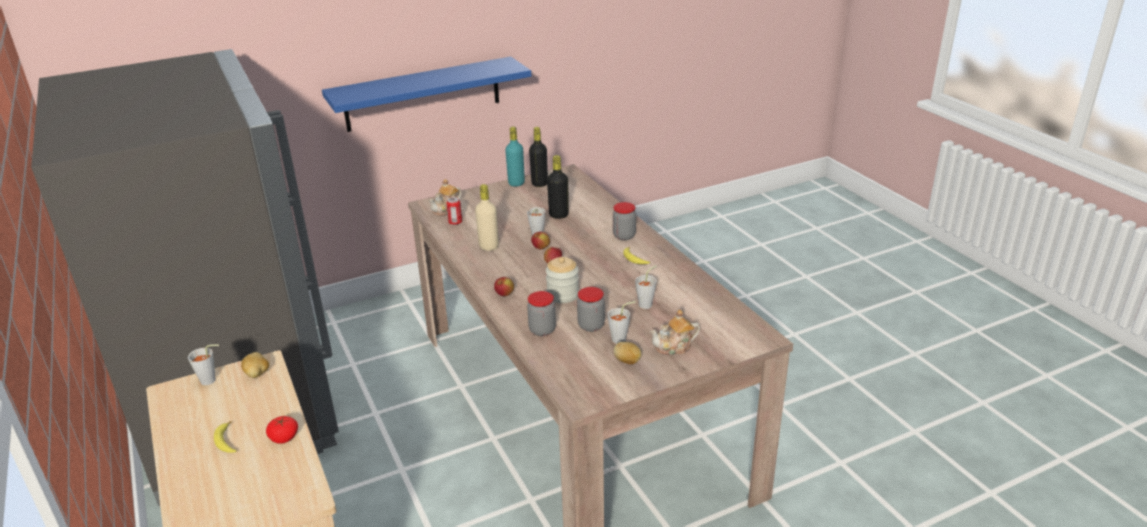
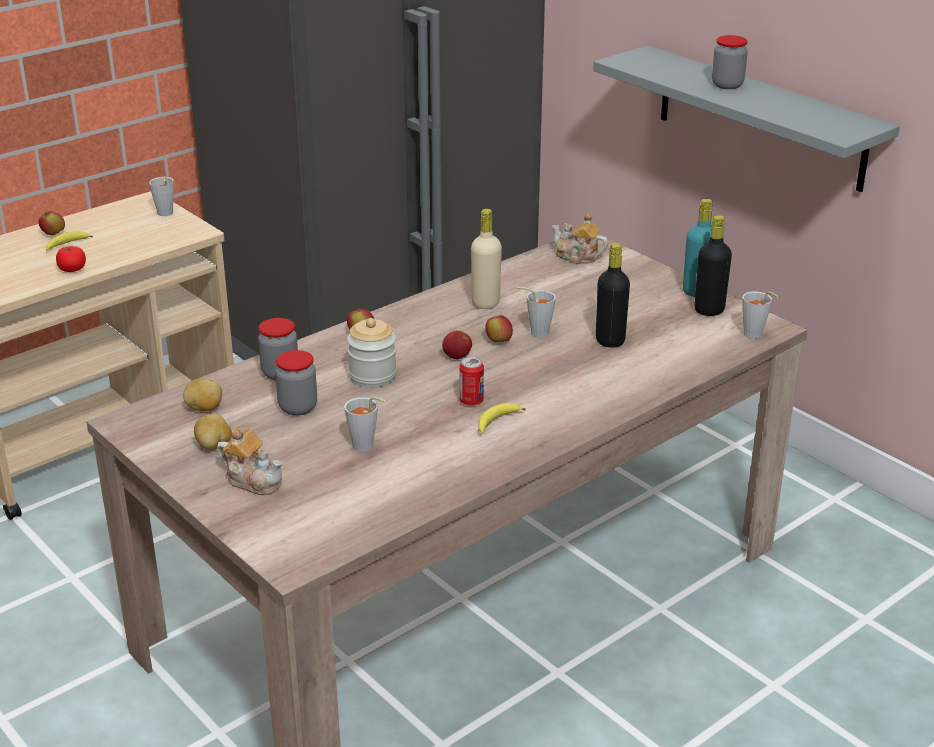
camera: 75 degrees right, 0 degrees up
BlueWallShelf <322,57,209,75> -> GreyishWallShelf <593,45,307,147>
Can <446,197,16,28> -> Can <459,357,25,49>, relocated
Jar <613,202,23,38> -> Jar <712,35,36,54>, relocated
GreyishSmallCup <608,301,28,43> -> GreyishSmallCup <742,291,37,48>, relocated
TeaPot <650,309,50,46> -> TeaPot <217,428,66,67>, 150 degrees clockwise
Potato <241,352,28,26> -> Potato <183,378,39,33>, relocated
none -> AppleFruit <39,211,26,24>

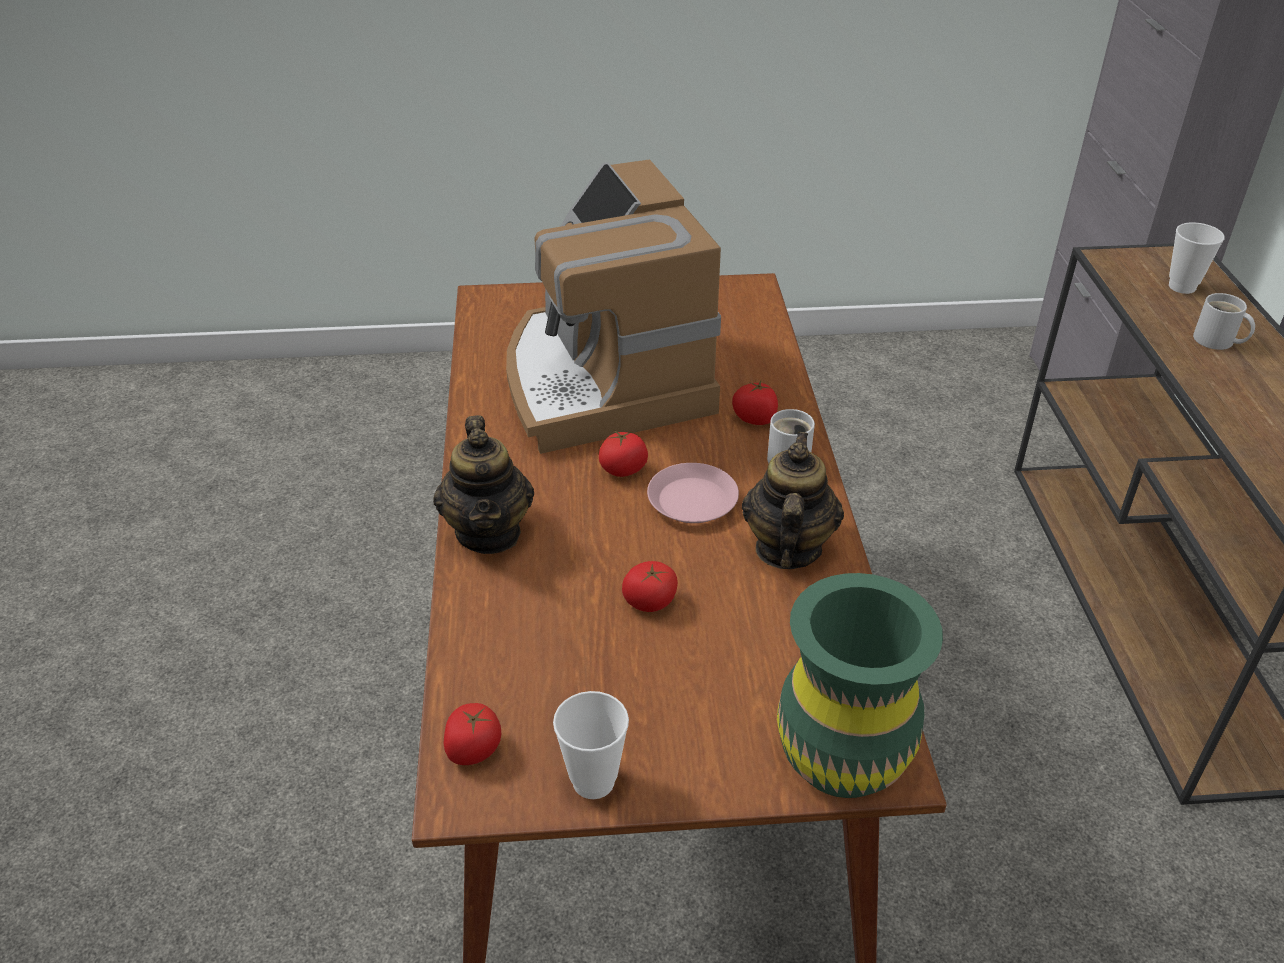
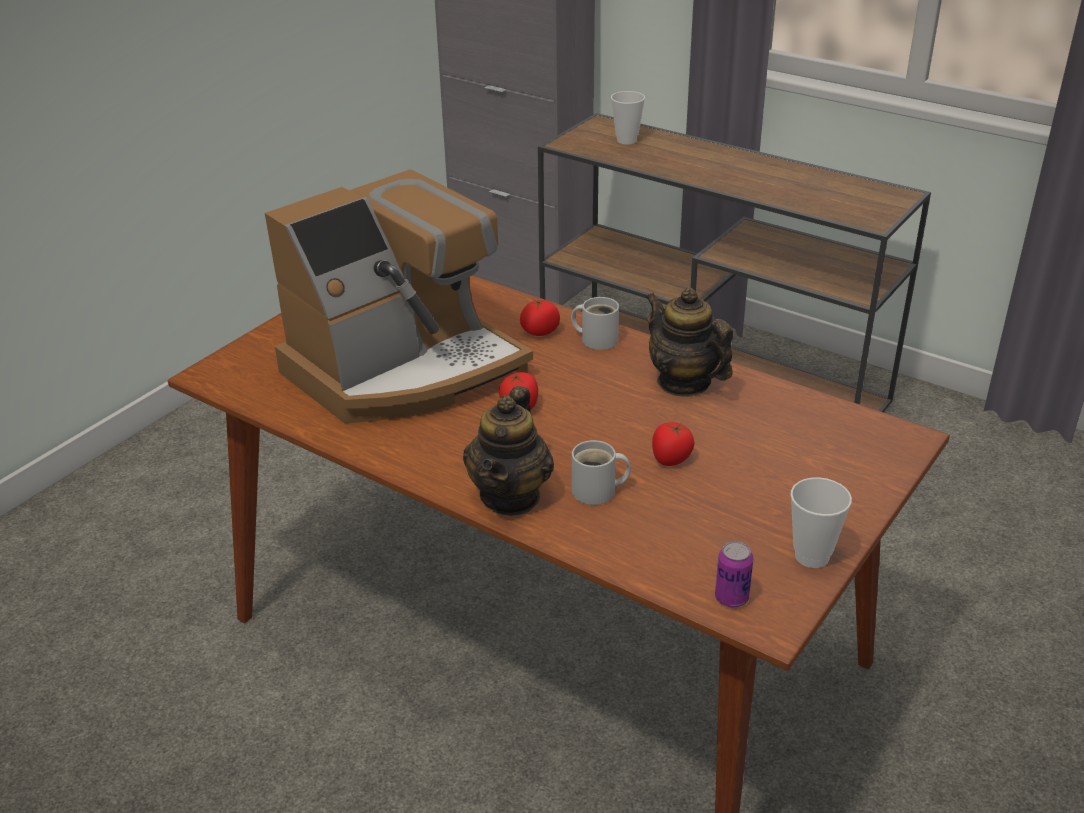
camera: 50 degrees left, 5 degrees down
CoffeeBrewer <506,159,215,295> -> CoffeeBrewer <265,169,268,254>, 60 degrees counterclockwise
WhiteColouredCoffeeMug <1193,293,62,57> -> WhiteColouredCoffeeMug <572,440,59,65>, relocated
TeaPot <433,415,101,139> -> TeaPot <463,386,91,129>, 75 degrees clockwise
PinkDinnerPlate <647,463,92,60> -> none
GreenColouredFlowerVase <777,573,166,225> -> none
FreshTomato <443,703,58,62> -> Can <715,541,38,66>

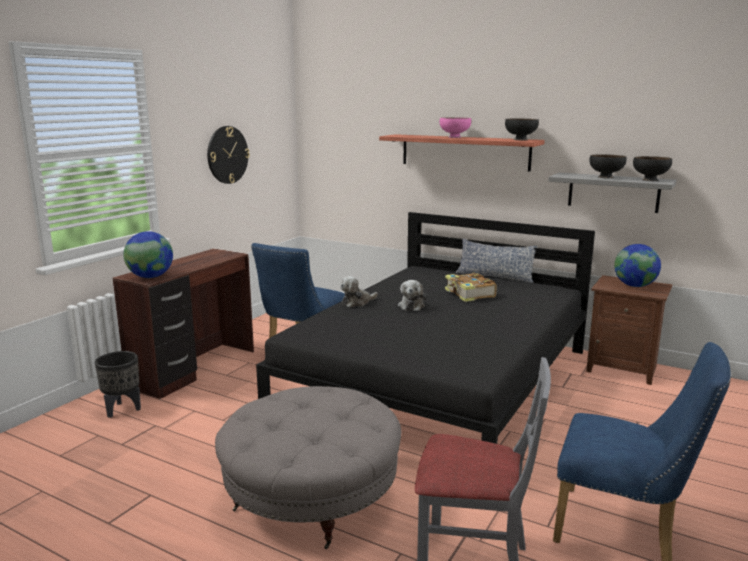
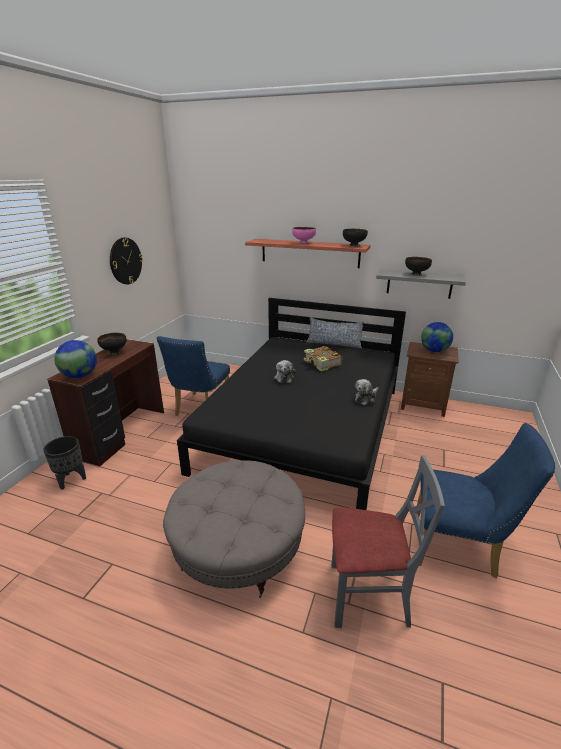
camera: 10 degrees left, 10 degrees up
BlackColouredDeepDish <633,156,39,25> -> BlackColouredDeepDish <97,333,29,22>, relocated
SoftToy <340,276,38,32> -> SoftToy <355,379,24,26>, relocated

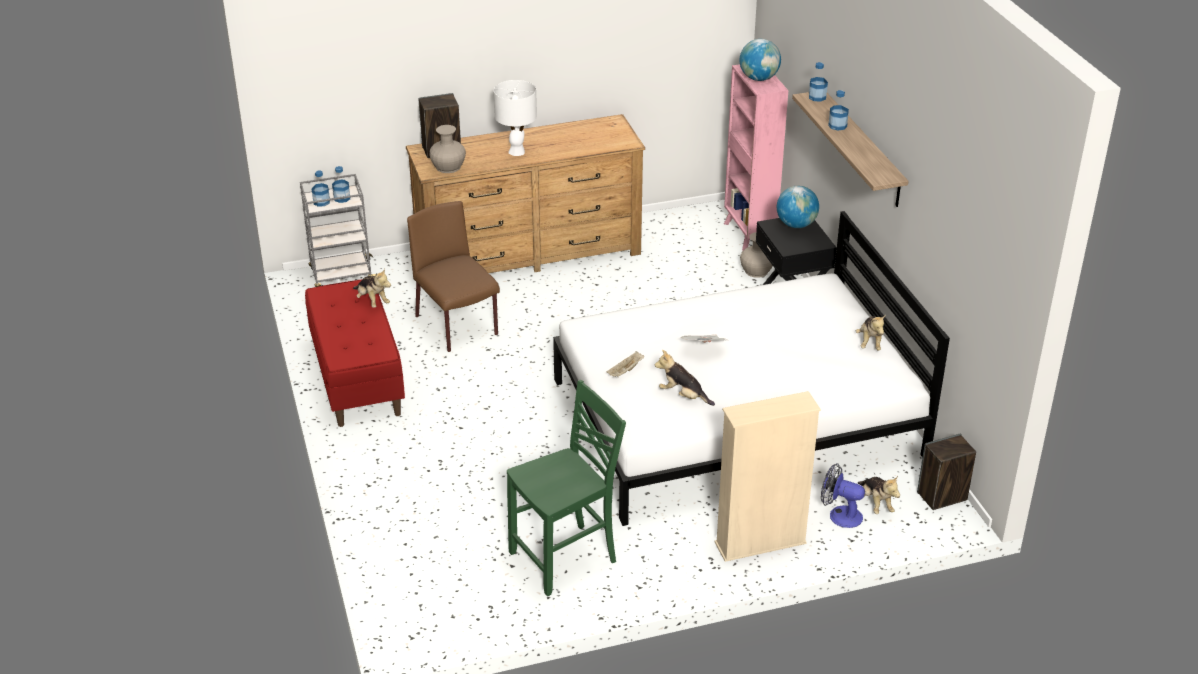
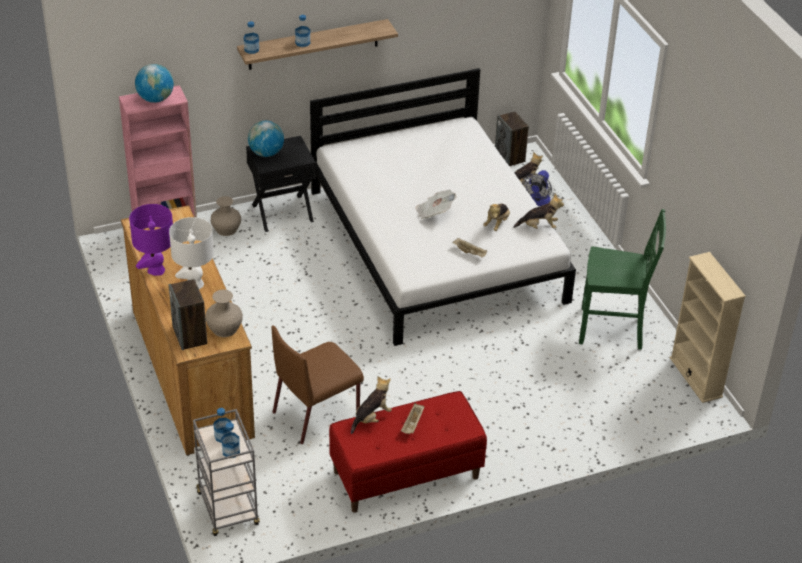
camera: 95 degrees left, 5 degrees up
SoftToy <856,315,30,36> -> SoftToy <513,193,51,36>, relocated
GreenColouredUprightChair <507,380,119,216> -> GreenColouredUprightChair <579,209,87,141>, 135 degrees clockwise
BeigeBookcase <714,391,107,171> -> BeigeBookcase <670,252,76,151>, relocated
none -> PurplishTabletopLamp <129,204,44,72>
none -> BeigeTray <401,403,23,31>

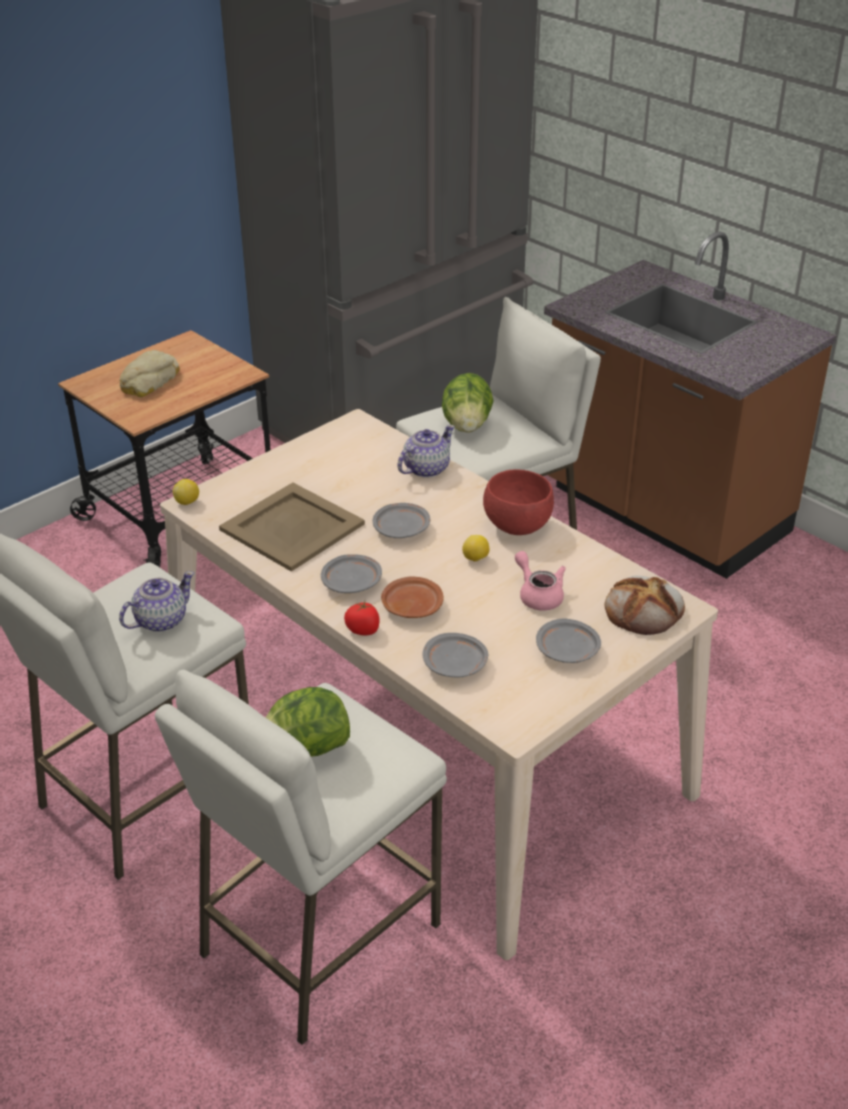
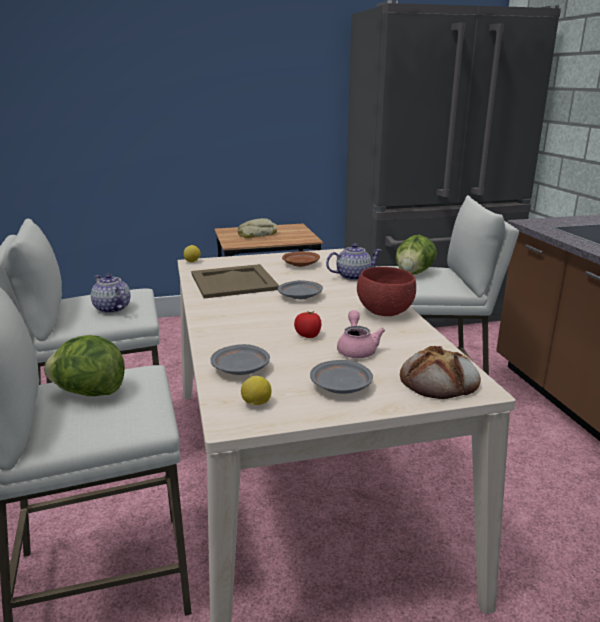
camera: 30 degrees right, 15 degrees down
Lemon <462,535,27,27> -> Lemon <241,376,30,29>, relocated
GreyishDinnerPlate <321,554,61,39> -> none
TeaPot <119,571,75,61> -> TeaPot <91,274,39,39>, 120 degrees counterclockwise
BrownDinnerPlate <381,576,63,42> -> BrownDinnerPlate <282,251,38,16>, relocated
FreshTomato <344,601,36,34> -> FreshTomato <294,311,28,27>, relocated

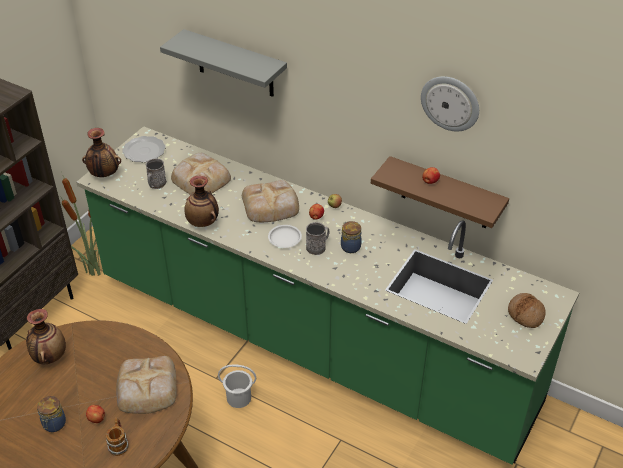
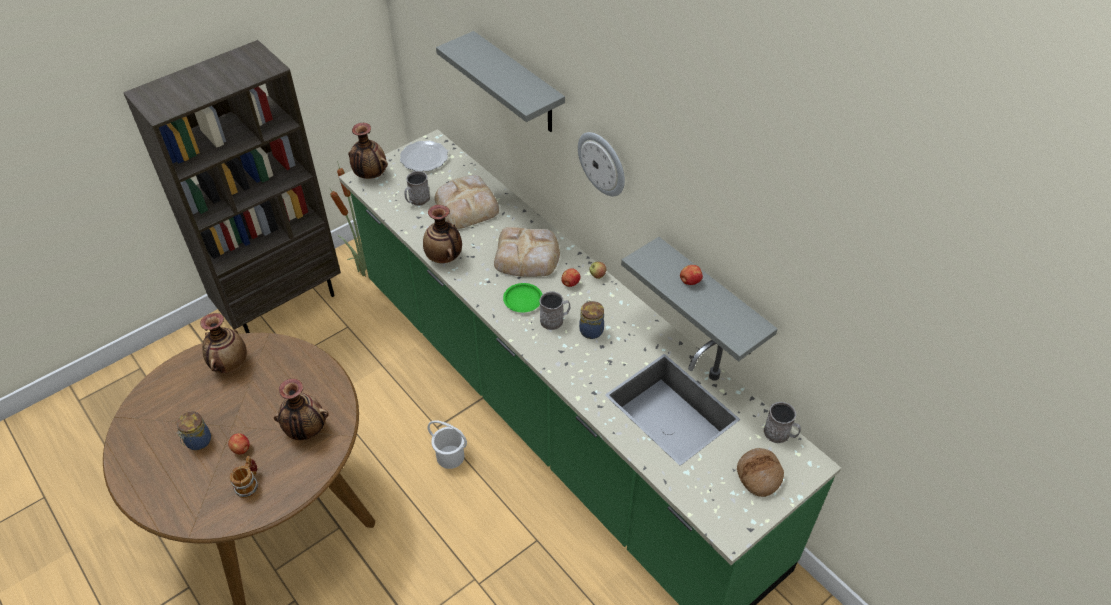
camera: 20 degrees right, 5 degrees up
ClockOnTheWall <421,76,58,56> -> ClockOnTheWall <578,132,47,64>, relocated
BrownWallShelf <371,156,138,72> -> GreyishWallShelf <621,237,157,125>
WhiteColouredDinnerPlate <268,225,34,23> -> GreenColouredDinnerPlate <503,283,40,29>
Bread <116,356,61,58> -> FlowerVase <274,379,55,61>
none -> GreyishCoffeeMug <764,402,37,41>

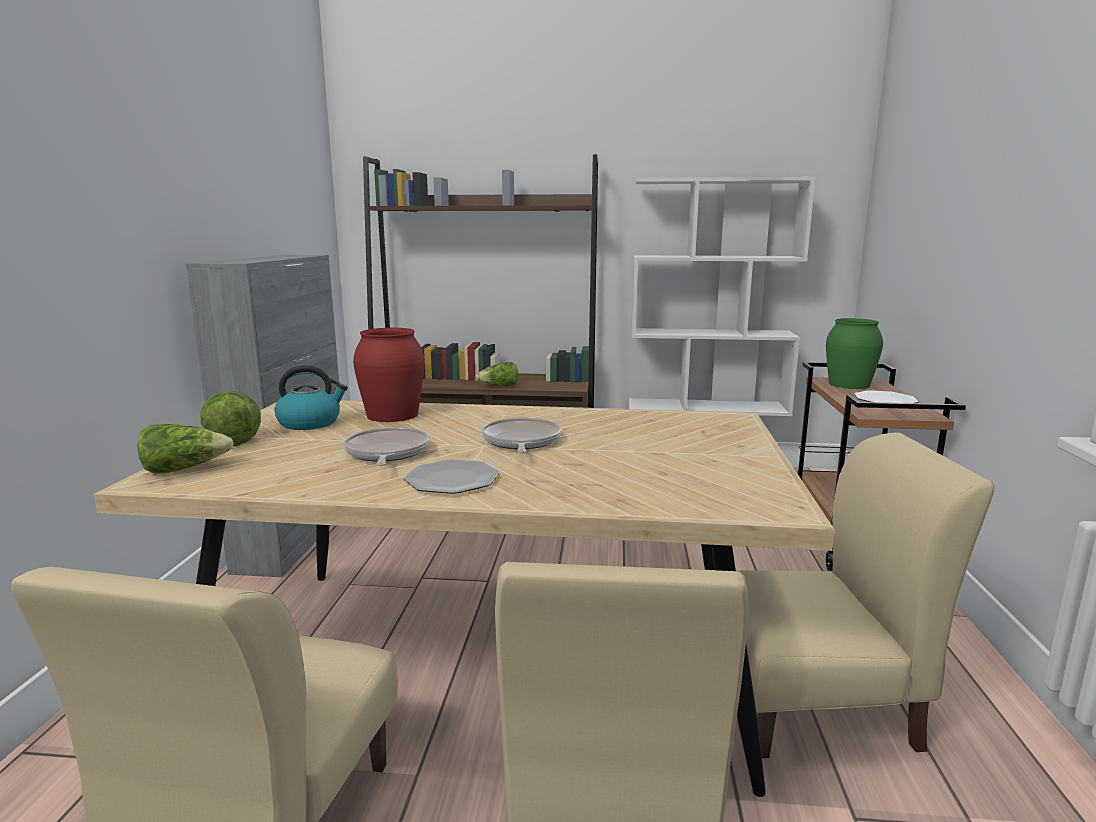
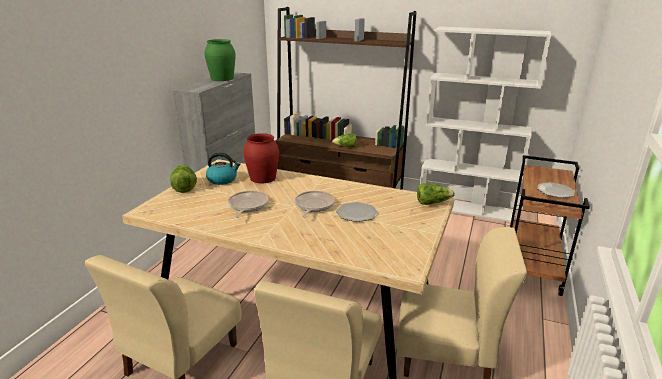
camera: 15 degrees right, 10 degrees up
GreenColouredFlowerVase <826,318,57,71> -> GreenColouredFlowerVase <204,39,32,42>, relocated
LettuceHead <138,424,96,49> -> LettuceHead <417,183,38,22>, relocated
DinnerPlate <404,459,95,35> -> DinnerPlate <336,202,42,20>, relocated

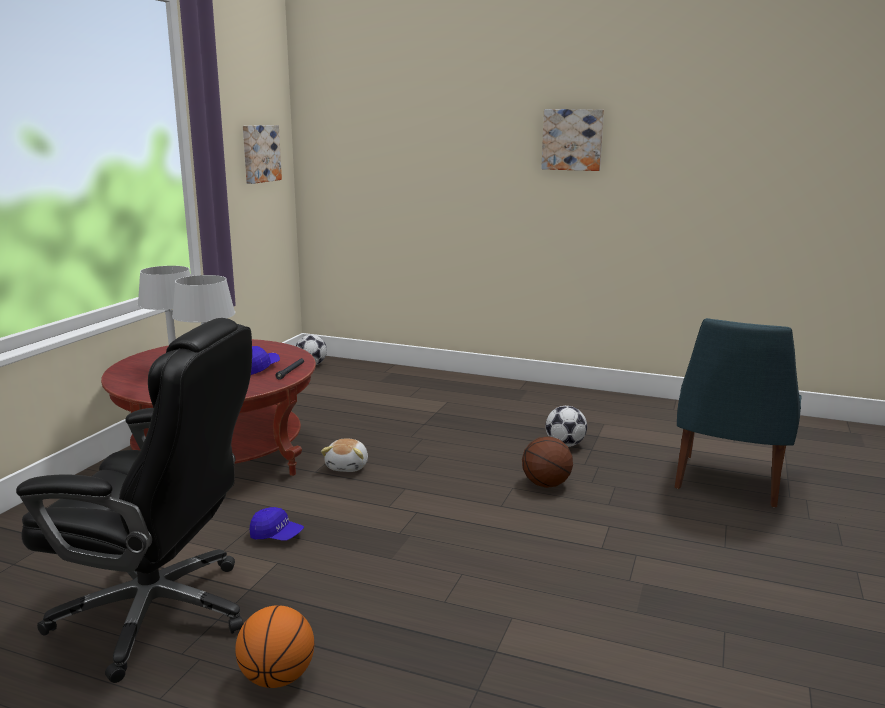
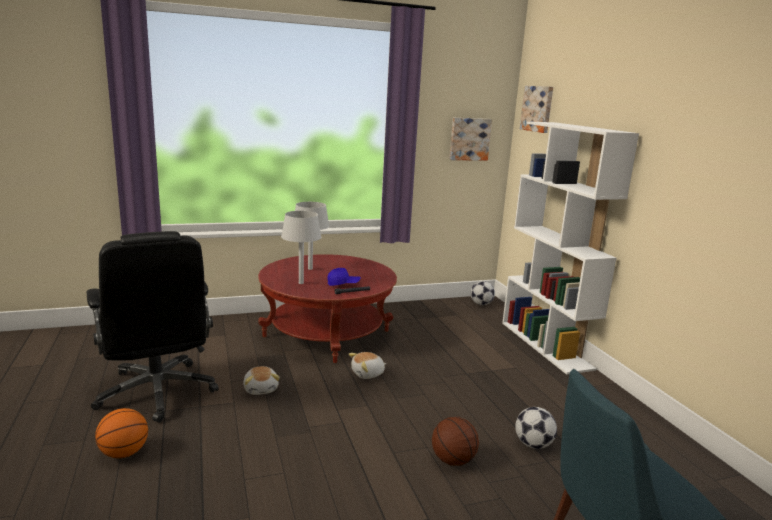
camera: 50 degrees right, 0 degrees up
WallPicture <541,109,63,62> -> WallPicture <520,86,33,47>, relocated
BluePeakedCap <250,507,54,34> -> SoftToy <243,366,37,29>
none -> WhiteColouredBookcase <502,121,137,254>

